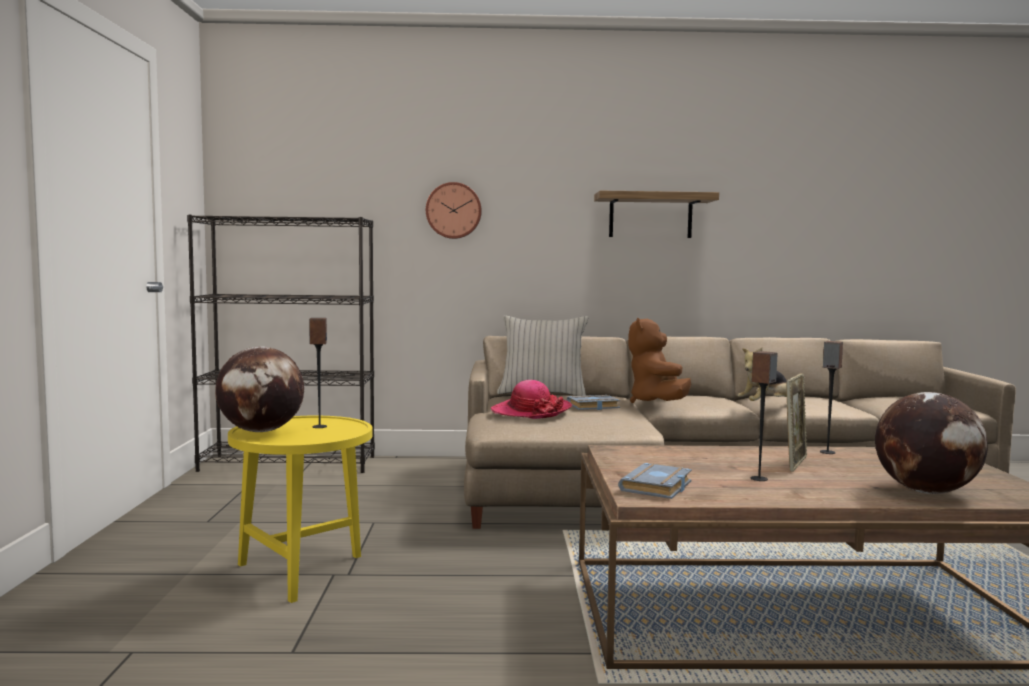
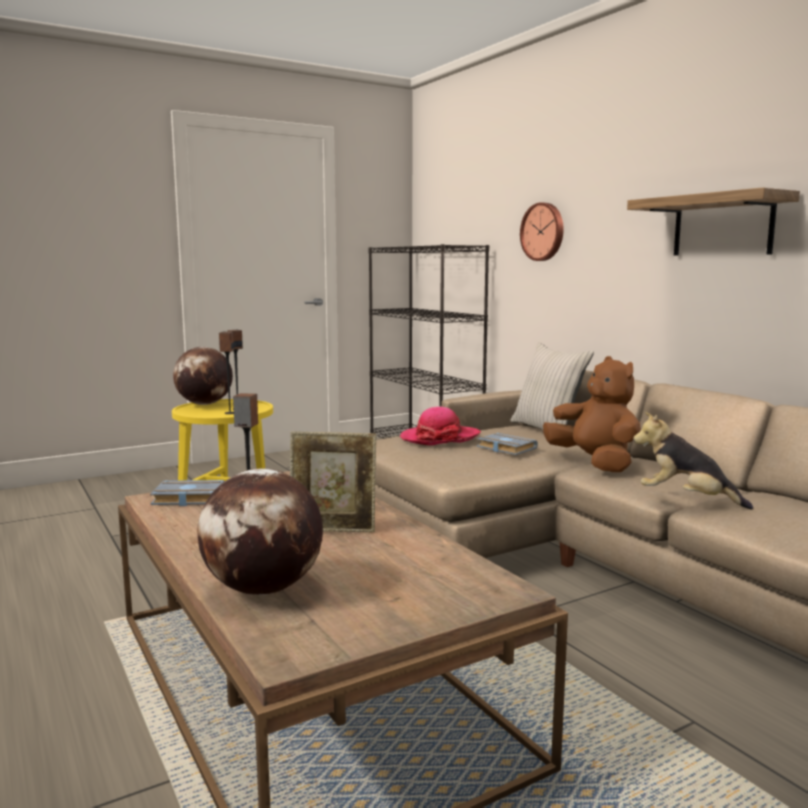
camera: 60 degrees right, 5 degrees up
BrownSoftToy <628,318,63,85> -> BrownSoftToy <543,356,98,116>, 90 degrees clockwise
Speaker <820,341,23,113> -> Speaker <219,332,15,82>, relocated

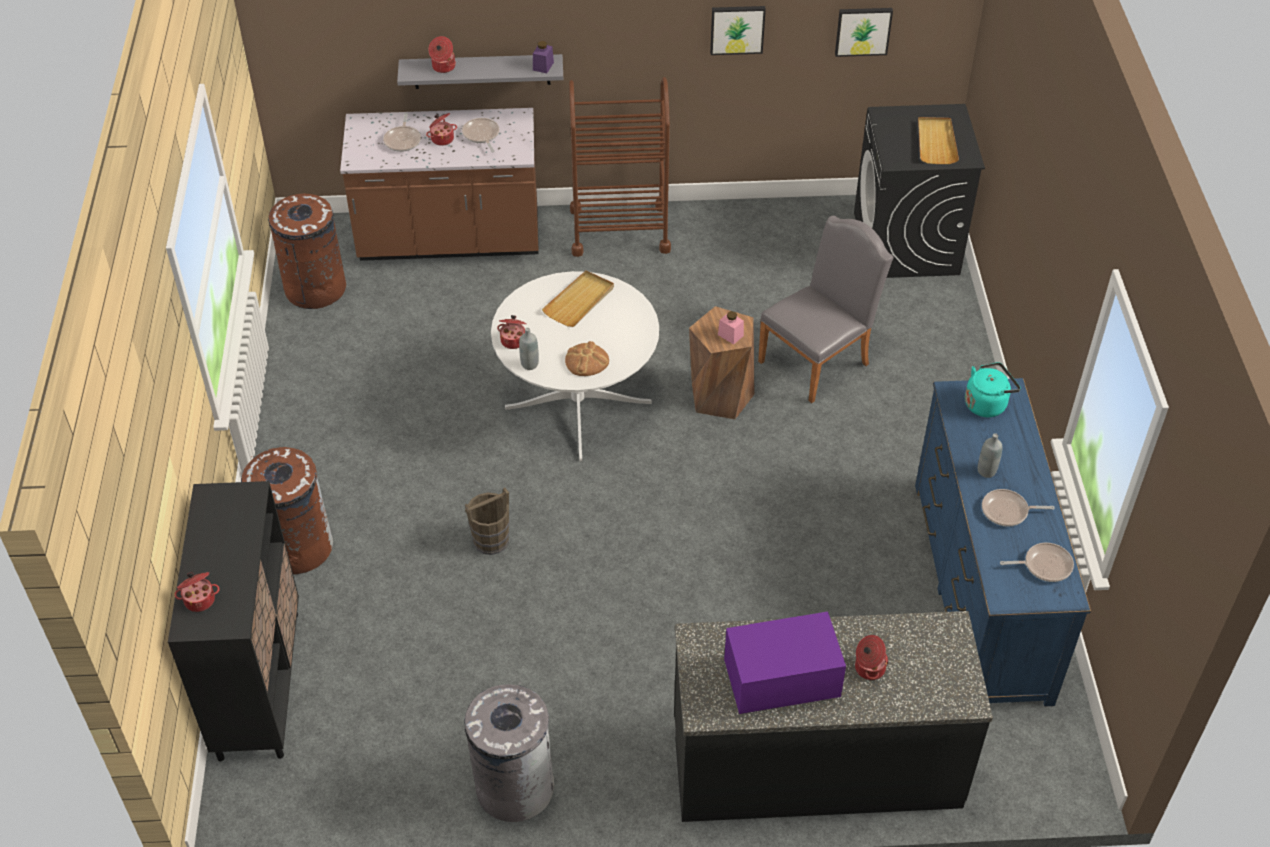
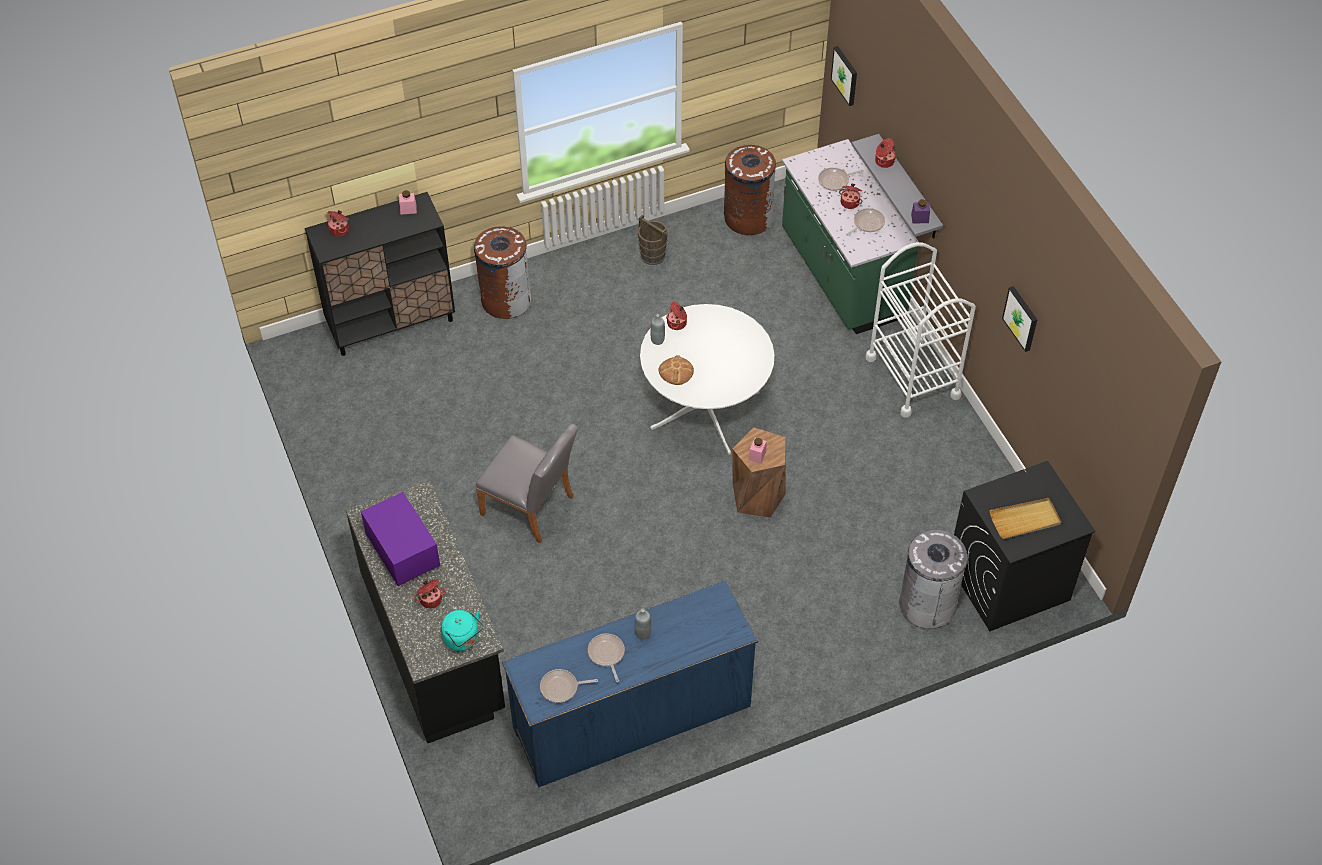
camera: 70 degrees right, 5 degrees up
WallPicture <835,8,58,49> -> WallPicture <831,46,26,60>, relocated
BrownCart <569,77,102,180> -> WhiteColouredCart <866,242,110,176>
BrownCounter <340,108,199,153> -> GreenColouredCounter <782,139,137,195>
GreyishUprightChair <758,215,136,188> -> GreyishUprightChair <476,424,102,119>, relocated
BeigeTray <542,271,72,56> -> none
TurquoiseKettle <965,362,56,55> -> TurquoiseKettle <441,610,43,41>, relocated
BrownBucket <465,487,44,68> -> BrownBucket <638,215,30,50>, relocated
Pan <1000,543,74,39> -> Pan <540,669,58,34>, 105 degrees clockwise
GreyishWasteBin <464,683,90,139> -> GreyishWasteBin <899,530,71,99>, relocated
none -> PinkJar <399,190,18,25>

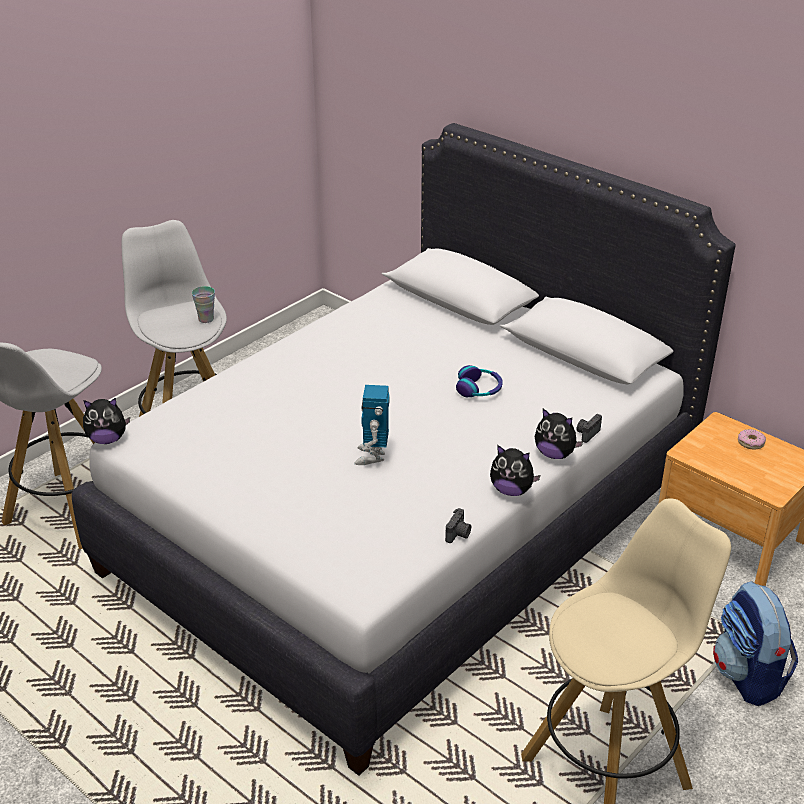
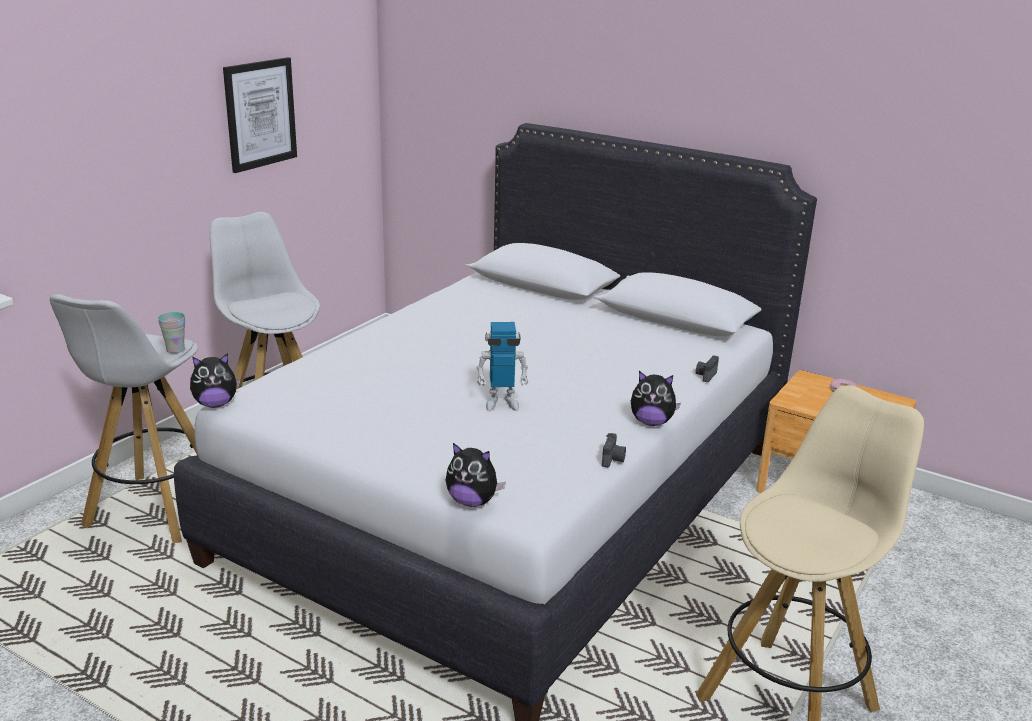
camera: 10 degrees left, 10 degrees down
SmallCup <192,286,23,37> -> SmallCup <158,312,27,41>, relocated
Headphones <456,365,47,33> -> none
ToyRobot <354,385,36,80> -> ToyRobot <477,322,51,89>, 90 degrees counterclockwise
SoftToy <535,408,48,51> -> SoftToy <445,443,61,64>, relocated
Backpack <713,581,85,125> -> none
none -> WallPicture <223,57,74,116>

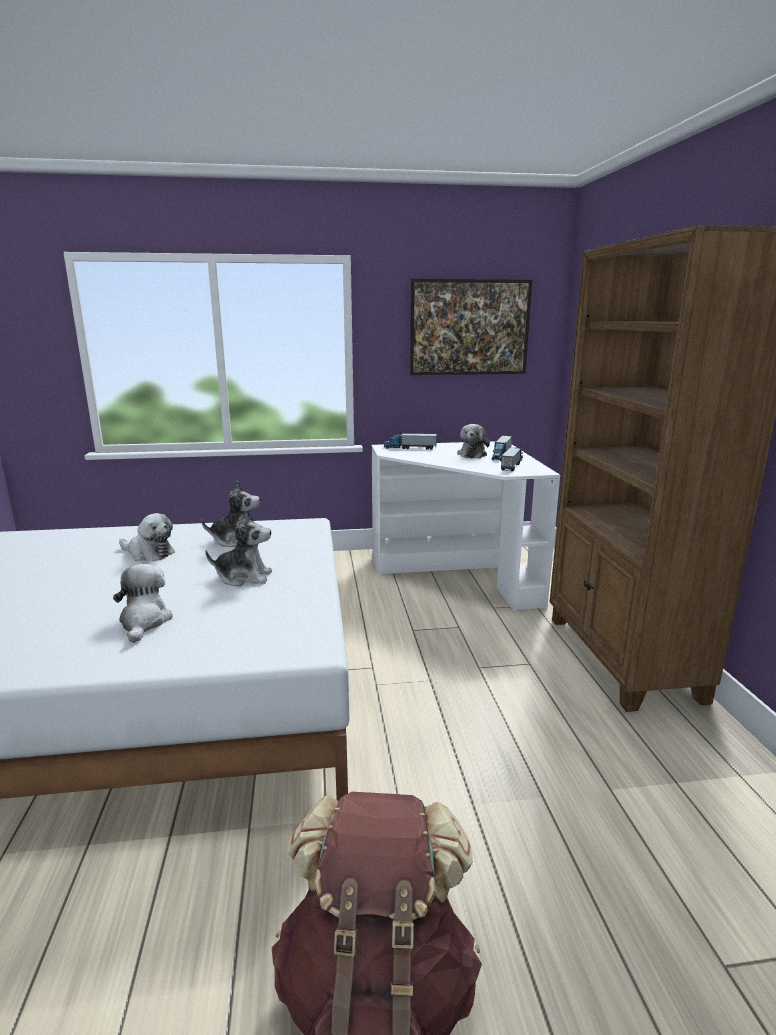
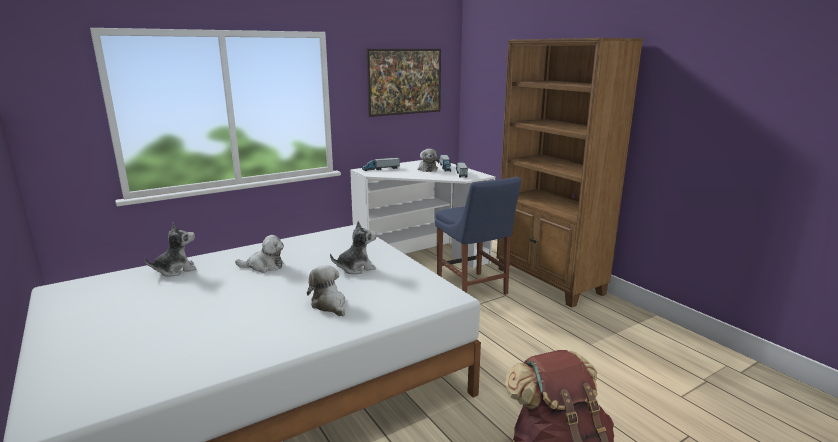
camera: 25 degrees left, 0 degrees up
SoftToy <201,481,59,66> -> SoftToy <144,222,53,55>, relocated
none -> BlueUprightChair <435,177,87,118>

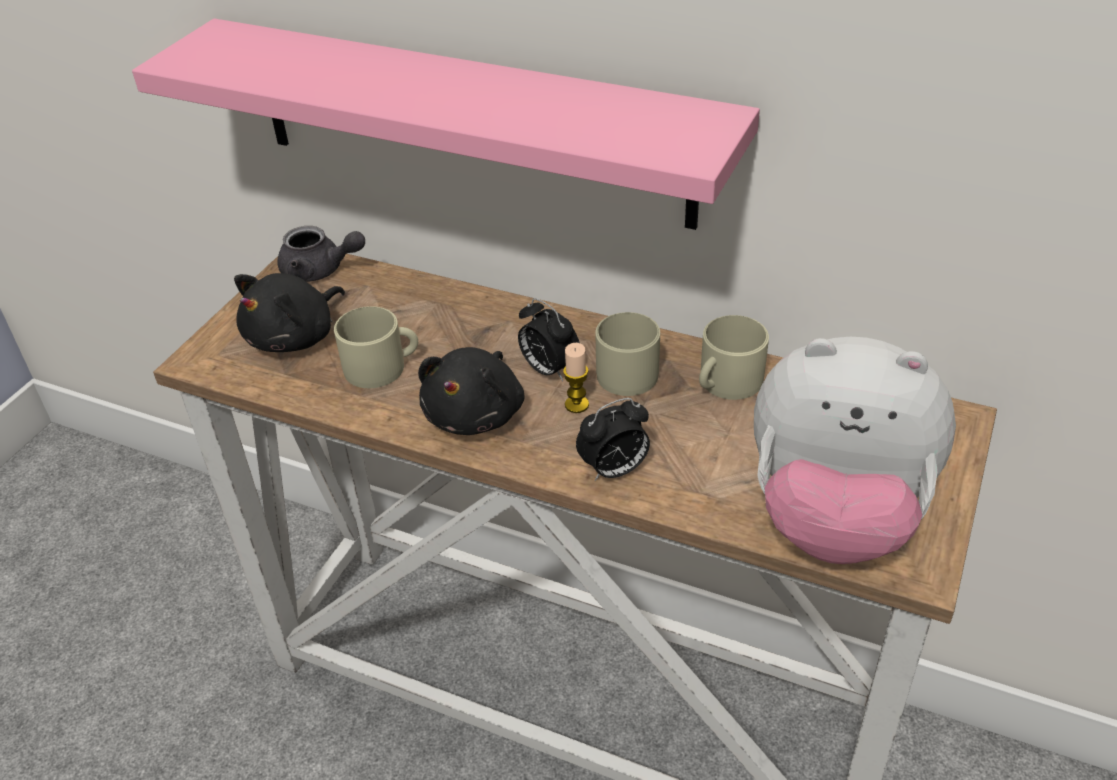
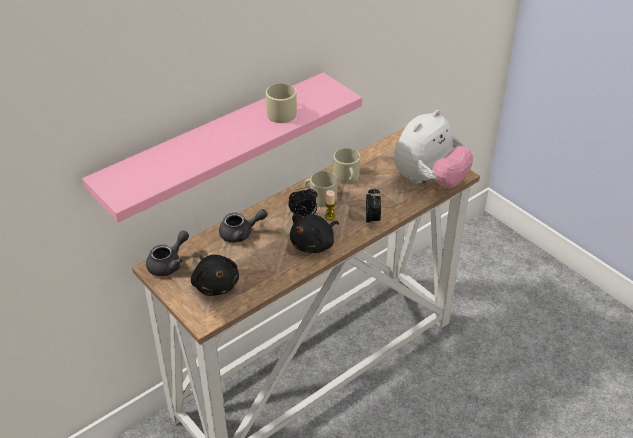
camera: 65 degrees left, 0 degrees up
BeigeCoffeeMug <334,306,84,82> -> BeigeCoffeeMug <266,84,31,39>, relocated
BlackColouredSoftToy <418,347,106,88> -> BlackColouredSoftToy <290,214,49,39>, 90 degrees clockwise
none -> GreyishTeaPot <219,209,49,34>

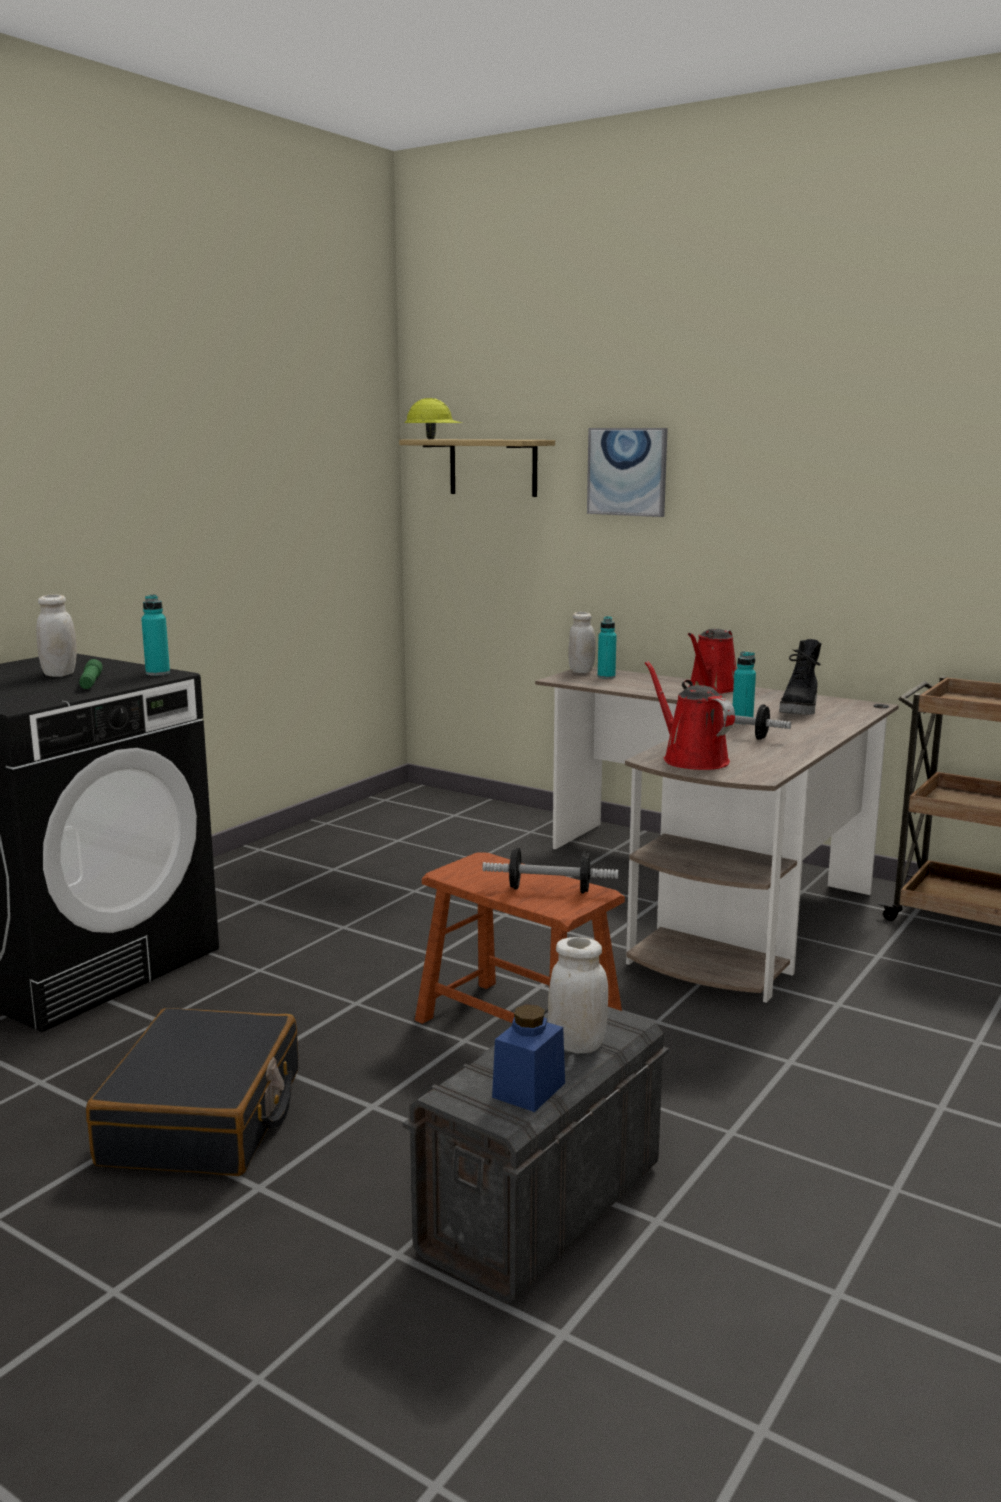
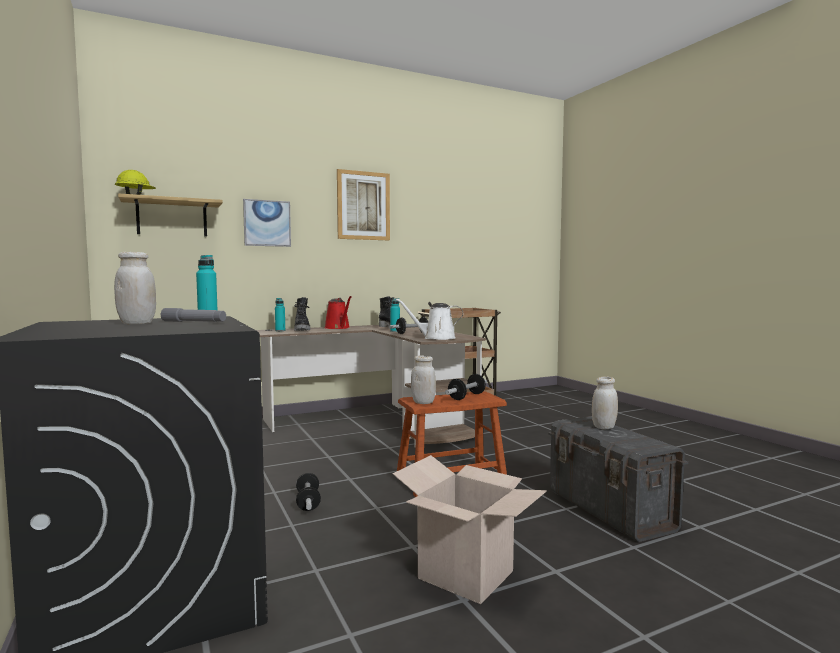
camera: 60 degrees left, 10 degrees down
WhiteColouredJar <568,612,28,61> -> WhiteColouredJar <411,355,25,49>, relocated
GreenColouredFlashlight <79,659,24,30> -> GreyishFlashlight <161,308,65,14>
ReddishWateringCan <645,661,90,109> -> WhiteColouredWateringCan <396,299,67,41>
BlueJar <492,1004,73,108> -> none
BlackColouredSuitcase <86,1008,212,168> -> Carton <393,455,154,149>
none -> WallPicture <337,169,53,71>
none -> BlackColouredTallBoot <294,297,16,34>
none -> Dumbbell <296,473,25,38>

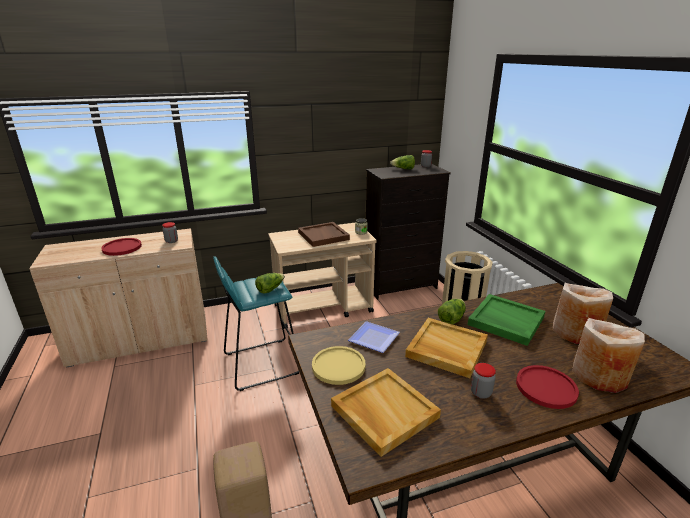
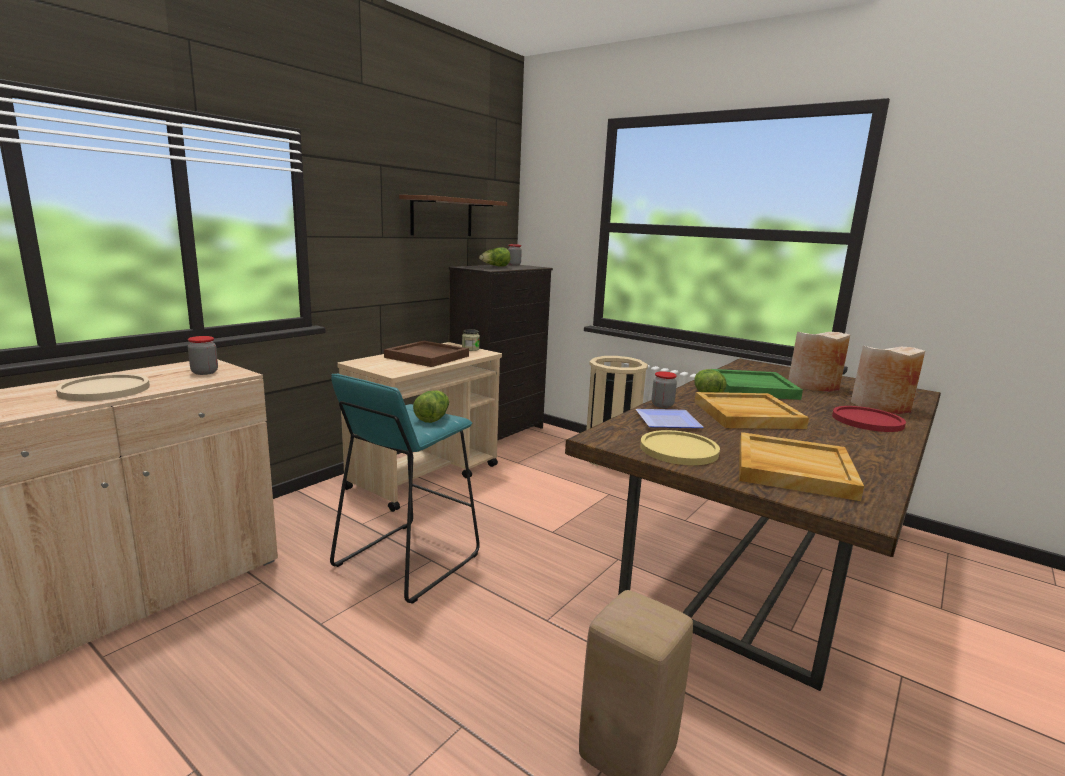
camera: 35 degrees left, 10 degrees down
ReddishDinnerPlate <101,238,41,18> -> BeigeDinnerPlate <56,374,94,27>
Jar <471,363,25,36> -> Jar <652,371,25,37>, relocated
none -> BrownWallShelf <399,195,108,41>

